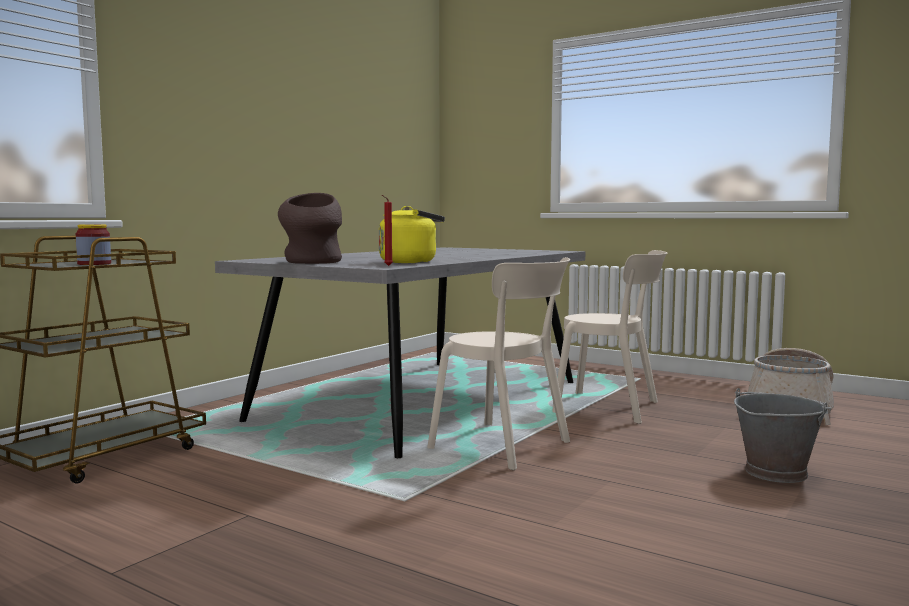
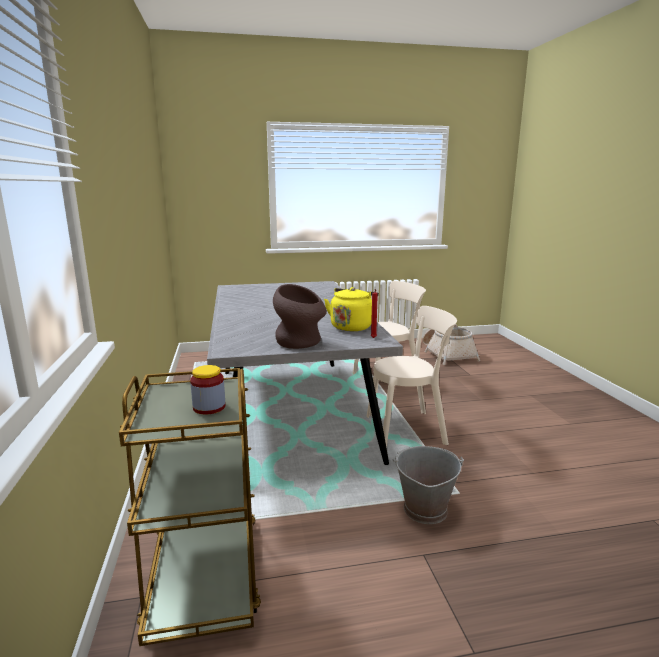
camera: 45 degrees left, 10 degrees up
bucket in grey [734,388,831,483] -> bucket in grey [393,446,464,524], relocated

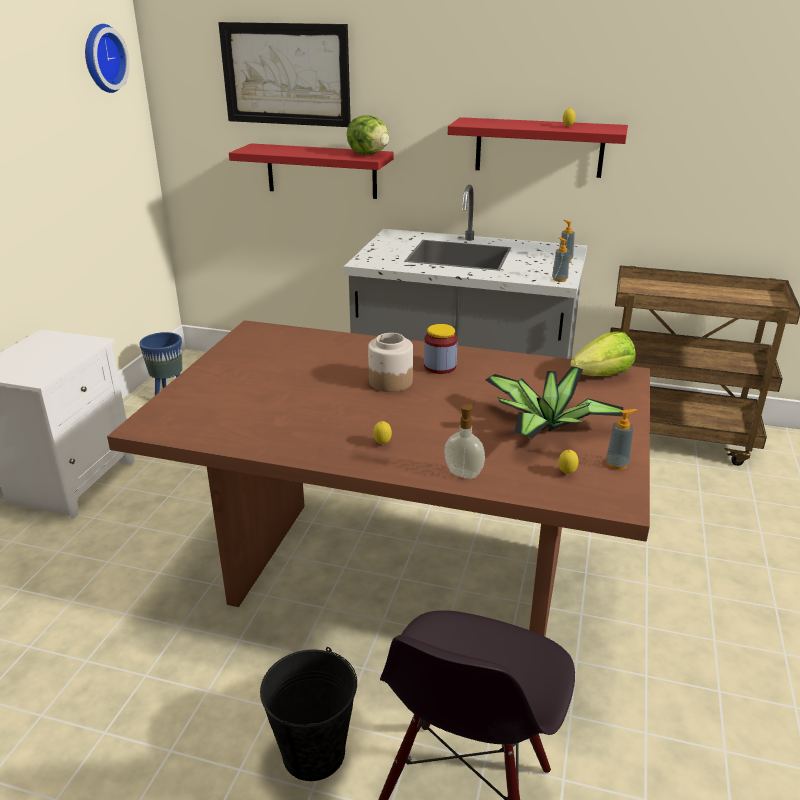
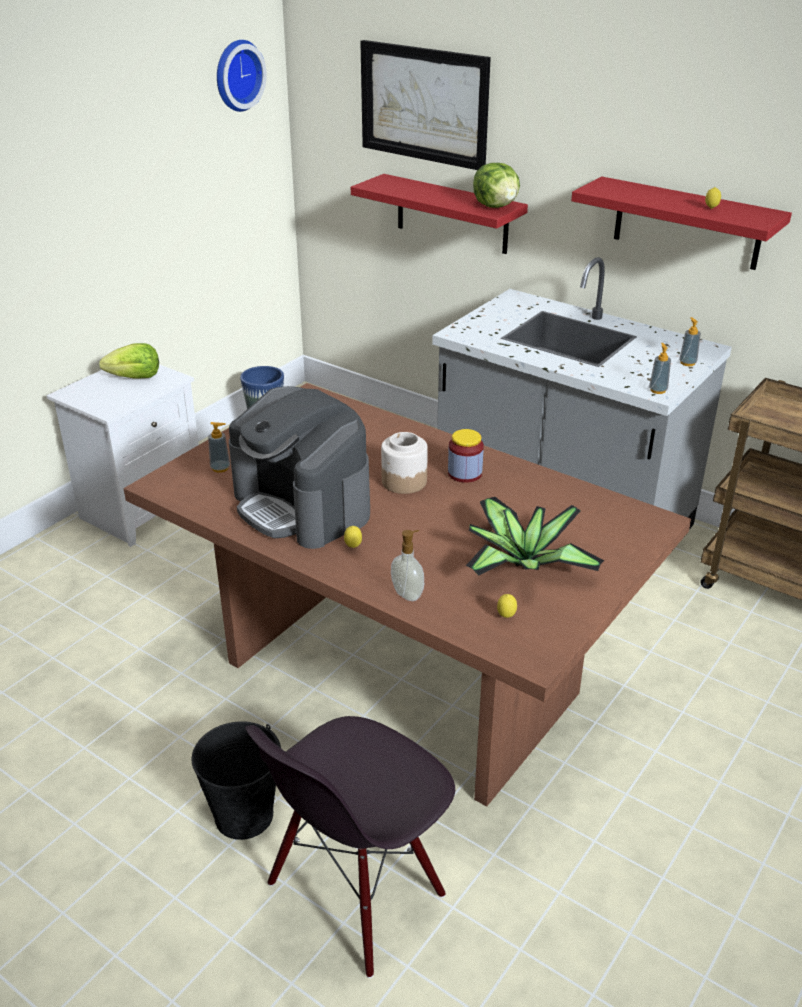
camera: 20 degrees right, 5 degrees up
lettuce [570,332,635,376] -> lettuce [99,343,159,379], relocated
soap dispenser [606,409,638,470] -> soap dispenser [208,422,230,473], relocated
none -> coffee machine [229,386,370,549]

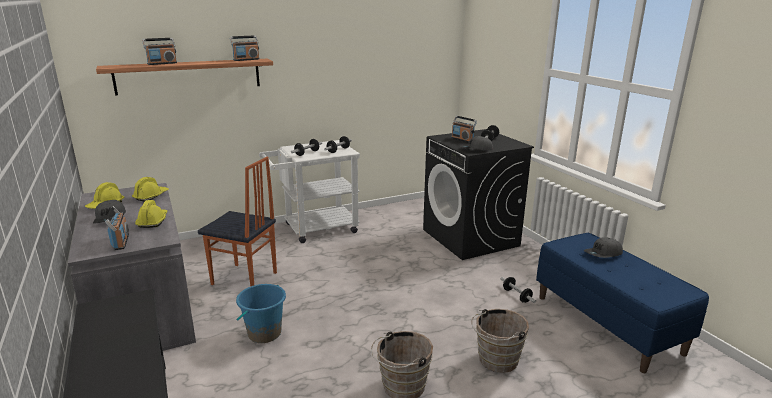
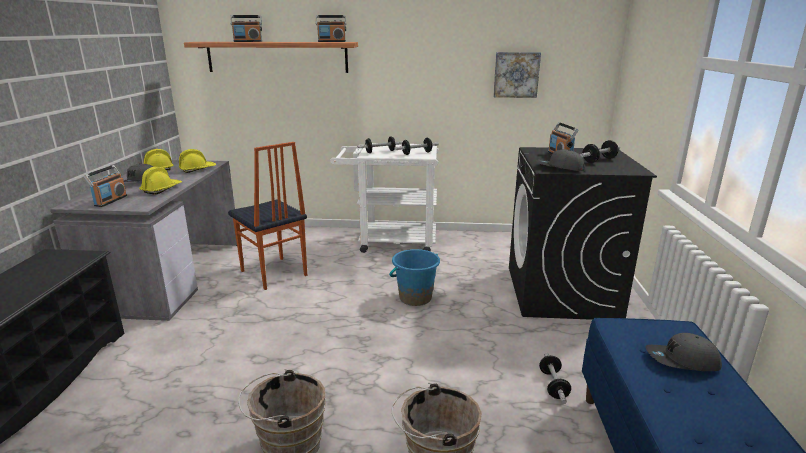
camera: 30 degrees right, 0 degrees up
bucket in blue [236,284,286,343] -> bucket in blue [389,249,440,306], relocated
none -> picture [493,52,541,98]

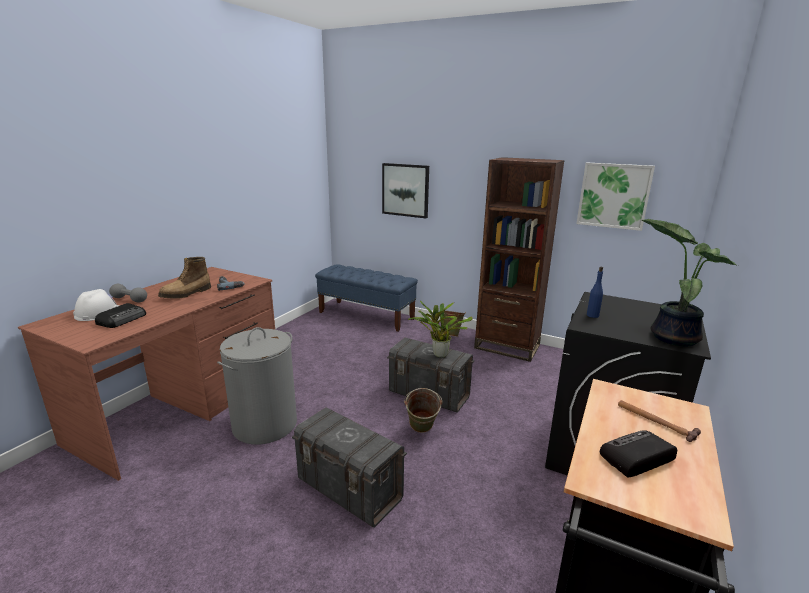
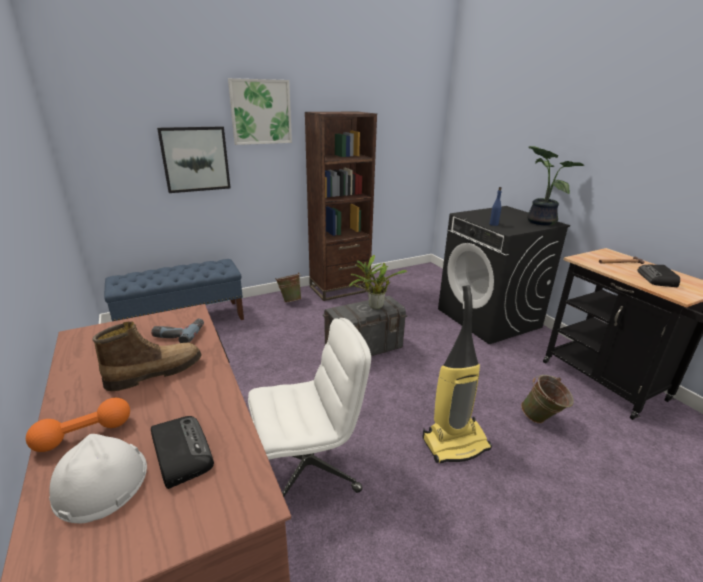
camera: 55 degrees left, 5 degrees up
dumbbell in grey [109,284,147,303] -> dumbbell in orange [26,398,130,452]
boot [158,257,211,299] -> boot [92,321,202,391], 105 degrees counterclockwise
laundry basket in grey [217,327,297,445] -> office chair in white [248,318,371,497]
storage box in grey [292,407,407,527] -> vacuum cleaner [422,285,492,463]
bucket in green [404,388,443,433] -> bucket in green [521,375,574,424], relocated
picture [576,162,655,231] -> picture [228,78,292,145], relocated

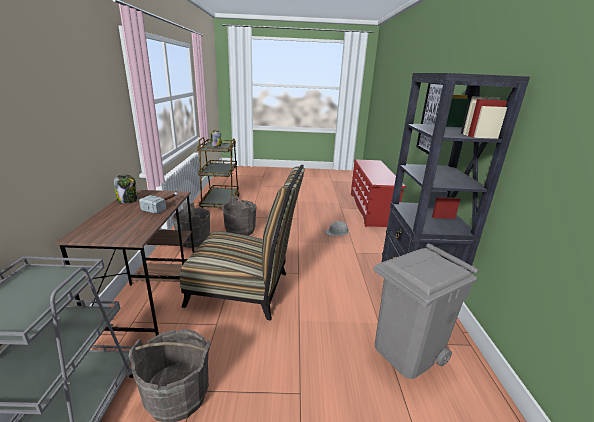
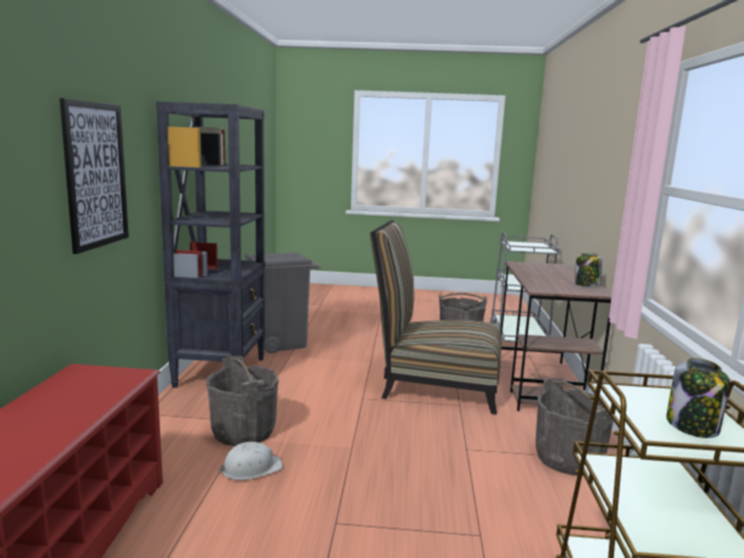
camera: 175 degrees left, 10 degrees down
hammer [139,192,178,214] -> none
bucket in grey [222,196,257,236] -> bucket in grey [206,356,279,446], relocated

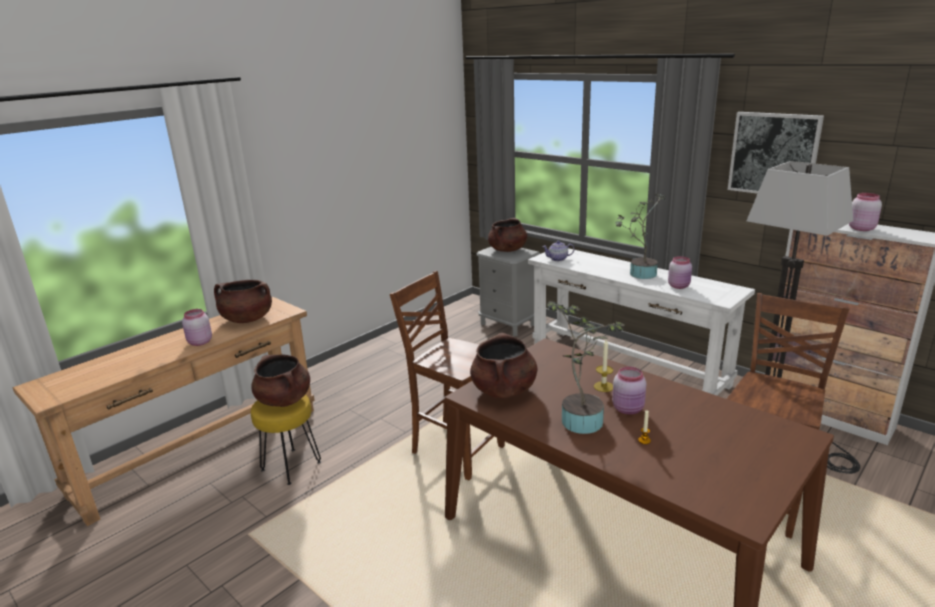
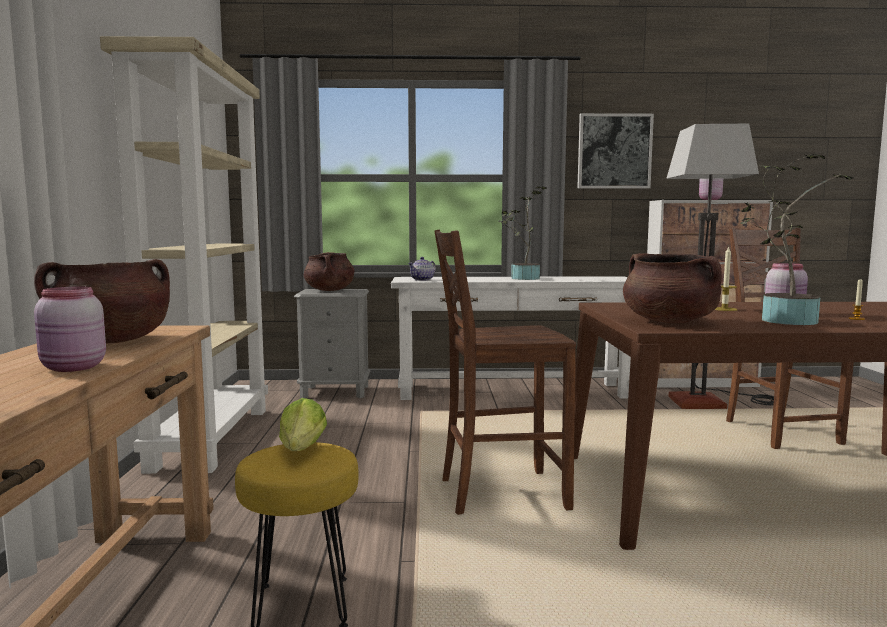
camera: 45 degrees left, 15 degrees down
cooking pot in brown [251,355,310,407] -> lettuce [279,398,327,451]
jar in pink [668,256,692,289] -> none
none -> bookcase in beige [100,36,268,474]

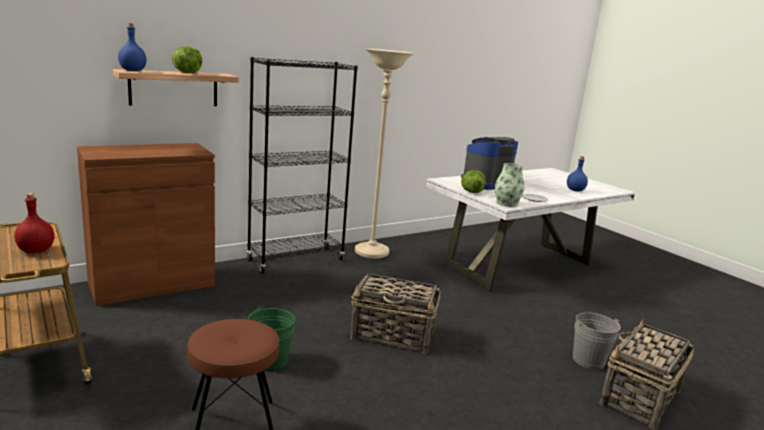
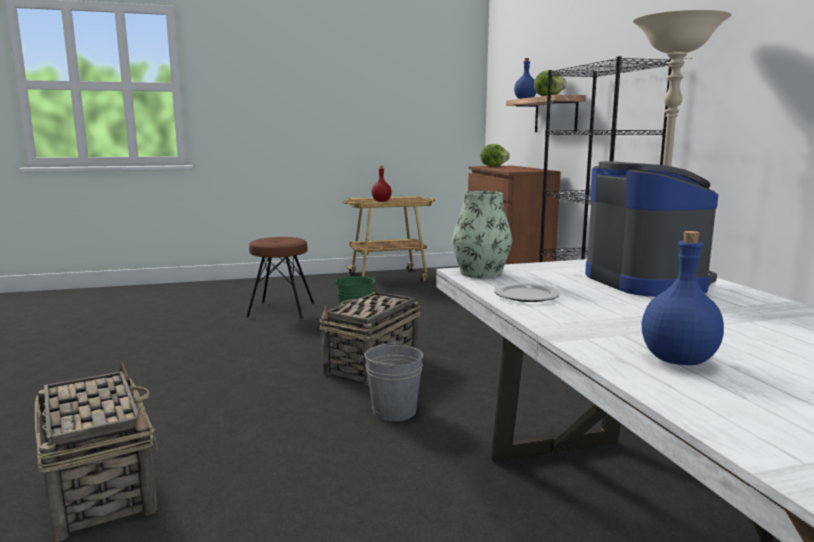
camera: 110 degrees right, 5 degrees down
lettuce [461,170,486,193] -> lettuce [481,144,510,167], relocated
bucket in grey [573,312,621,370] -> bucket in grey [364,341,423,421], relocated

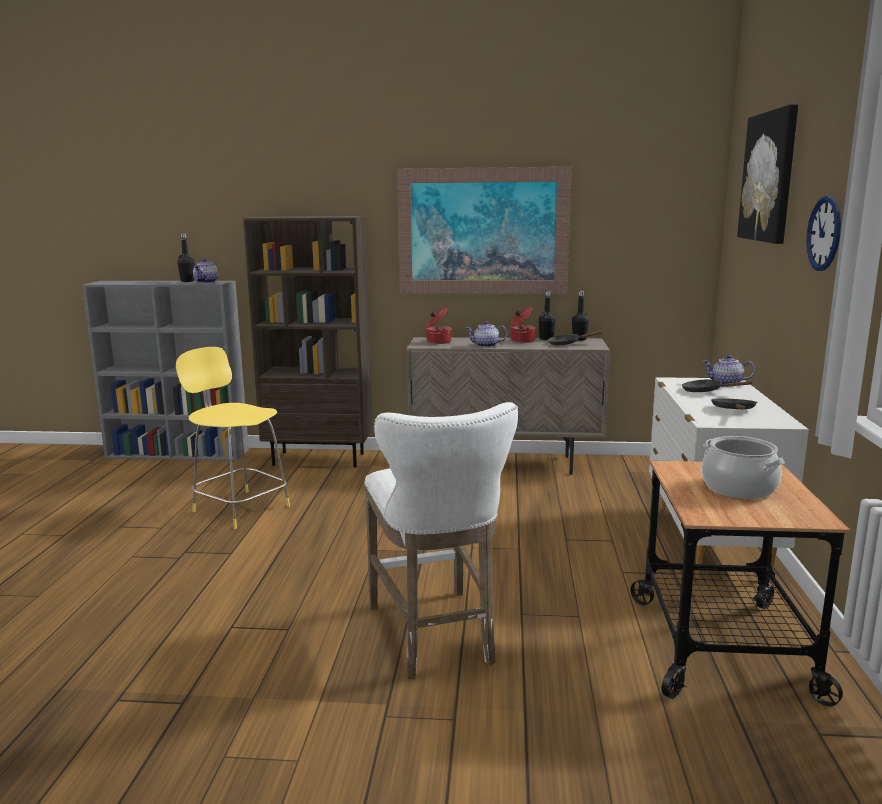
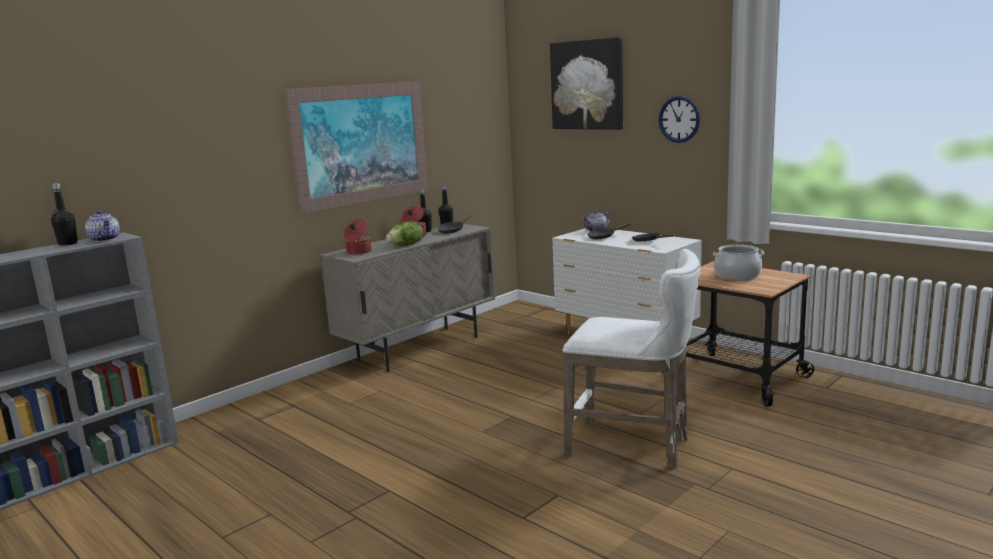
camera: 50 degrees left, 0 degrees up
stool in yellow [176,347,290,529] -> none
bookcase in brown [243,216,373,468] -> none
teapot [466,321,508,348] -> lettuce [386,222,423,246]

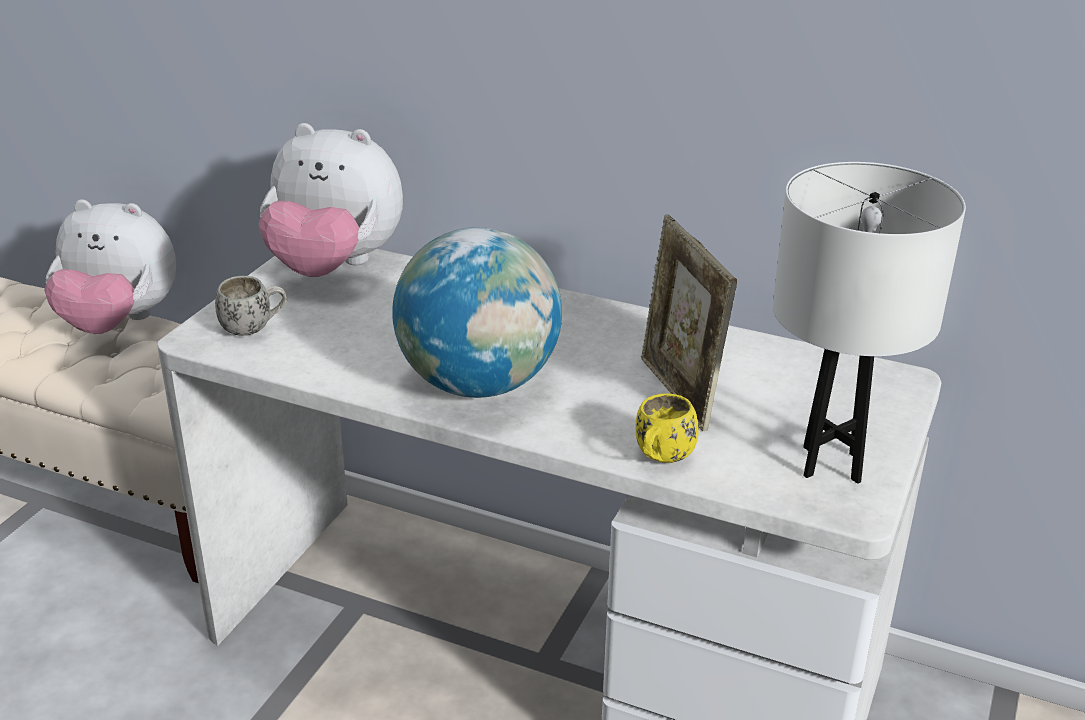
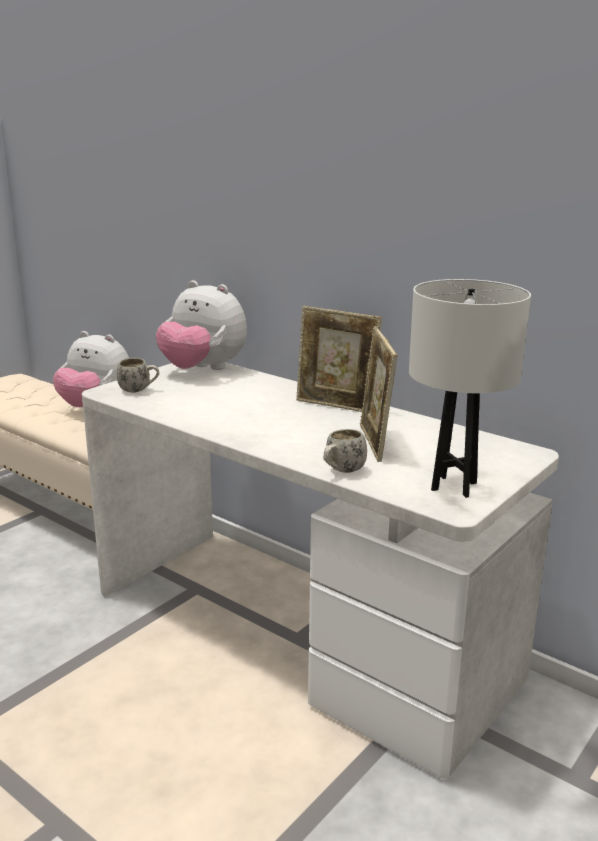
camera: 15 degrees right, 10 degrees down
globe [392,227,562,398] -> none
mug in yellow [635,393,698,463] -> mug in white [323,429,367,473]
none -> picture frame [297,306,382,412]

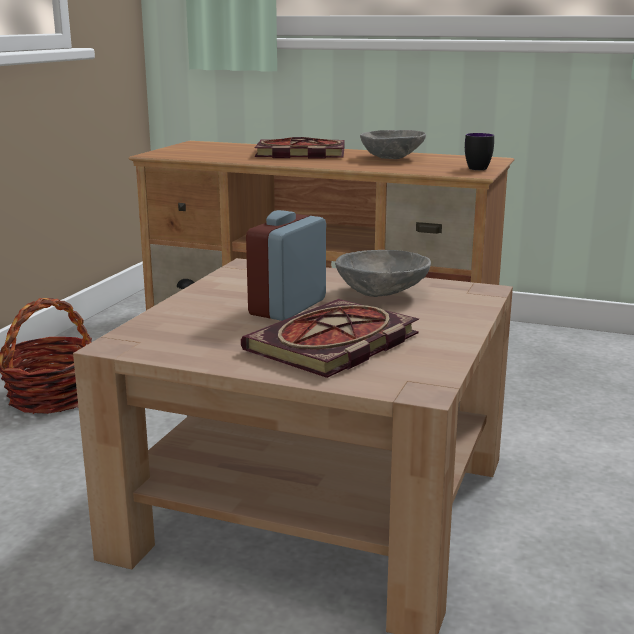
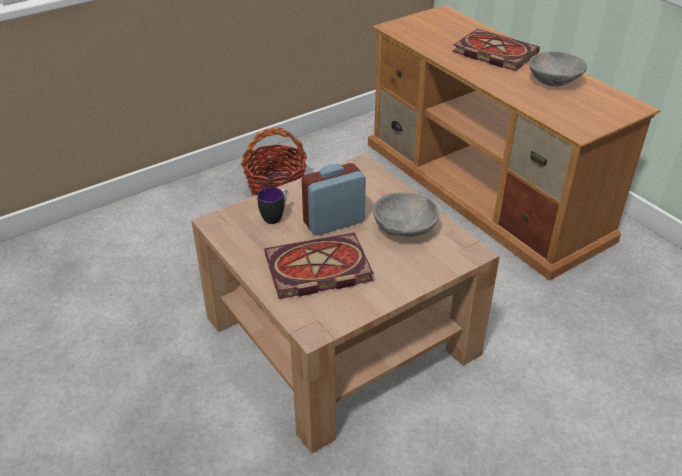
camera: 35 degrees right, 20 degrees up
mug [465,133,494,170] -> mug [258,187,288,224], relocated

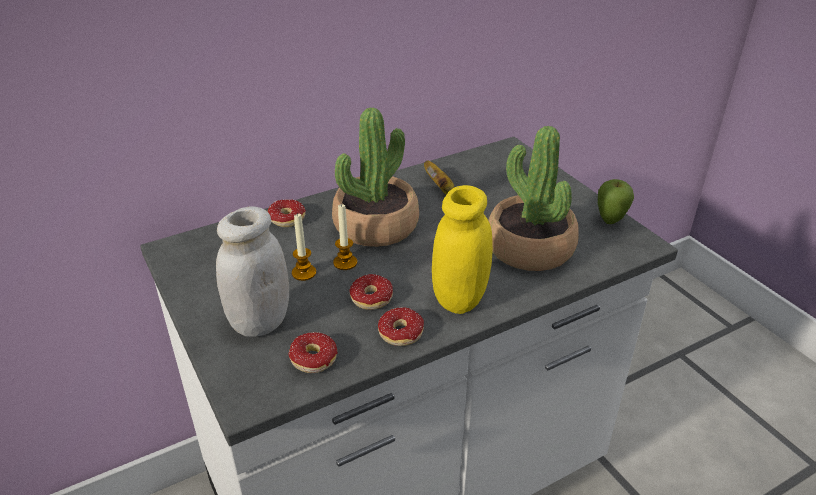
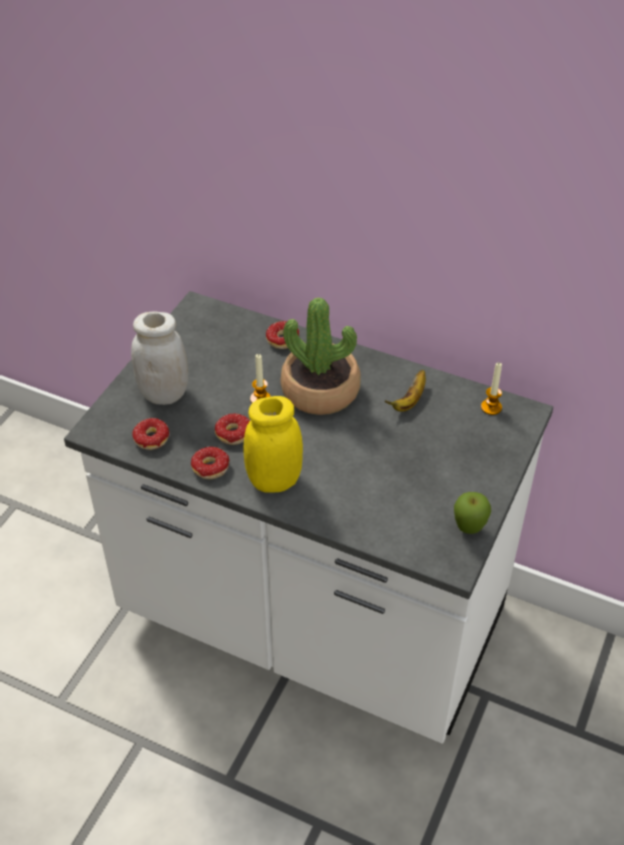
camera: 55 degrees right, 10 degrees up
candle [292,213,316,281] -> candle [481,363,502,415], relocated
potted plant [488,126,579,271] -> none

